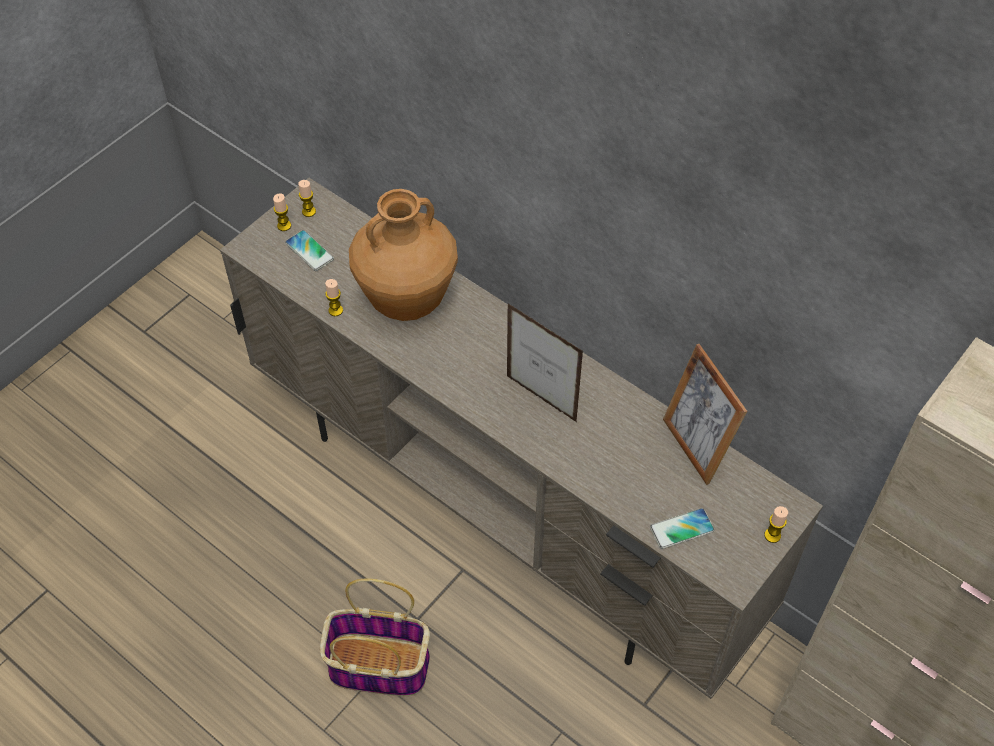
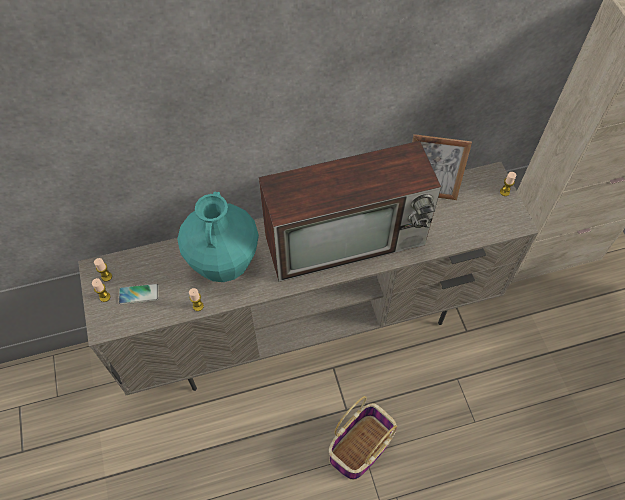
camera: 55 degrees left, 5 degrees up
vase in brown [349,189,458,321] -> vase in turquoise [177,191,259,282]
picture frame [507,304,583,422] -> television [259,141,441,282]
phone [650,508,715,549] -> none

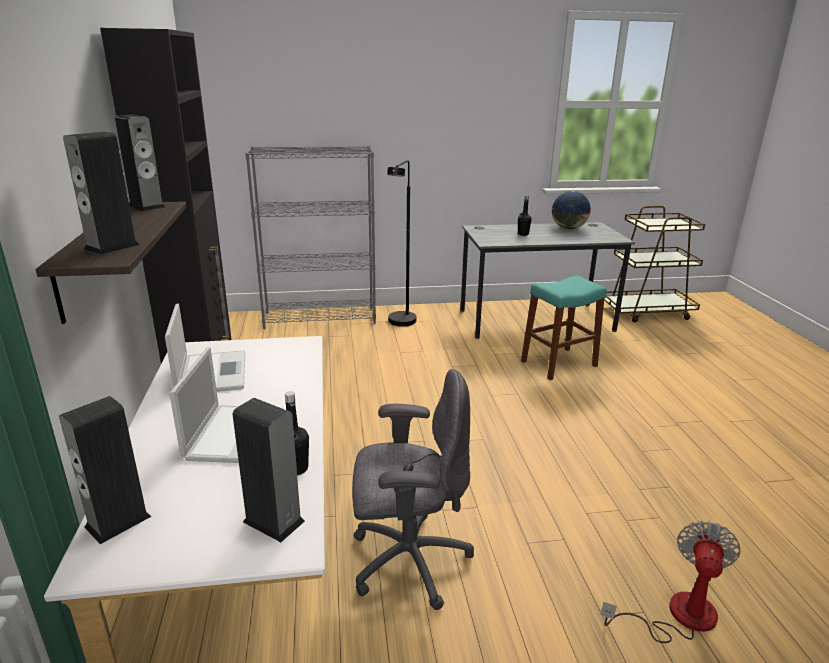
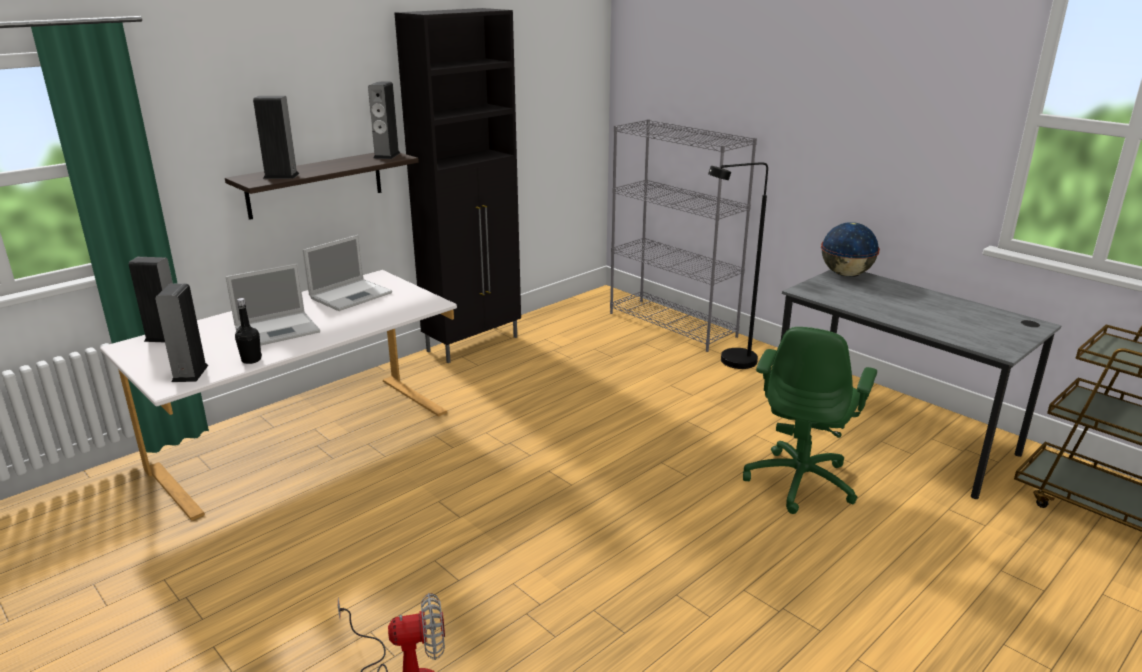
camera: 55 degrees right, 0 degrees up
office chair in grey [352,369,474,610] -> none
bottle in black [518,195,532,236] -> none
stool in turquoise [521,276,607,380] -> office chair in green [743,327,877,514]
globe [551,191,591,229] -> globe [821,222,880,276], relocated

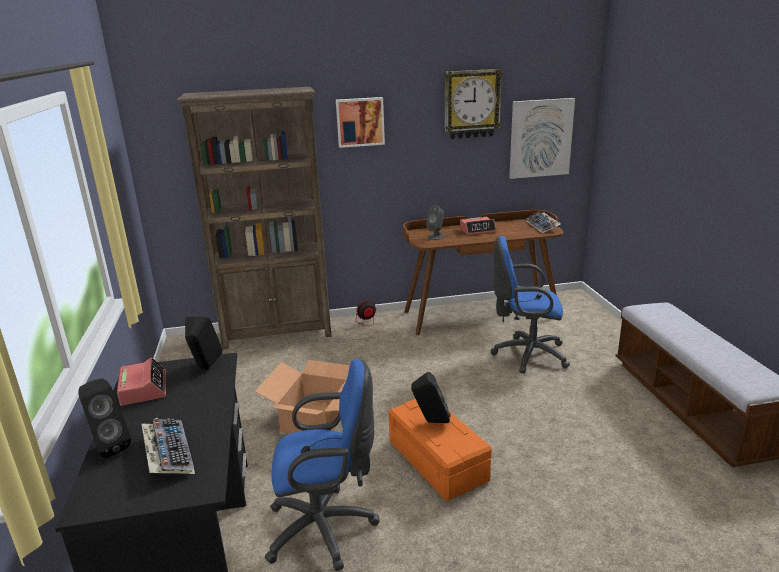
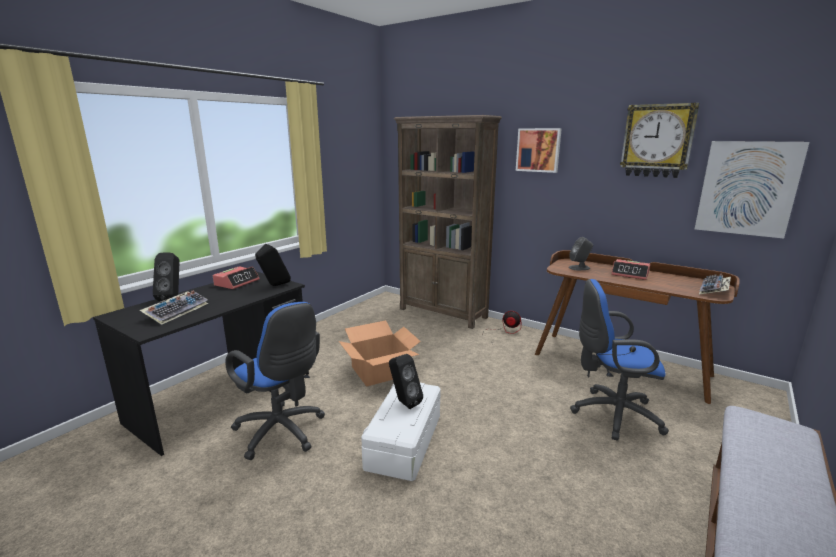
camera: 45 degrees right, 5 degrees down
storage box in orange [389,399,492,501] -> storage box in white [361,383,441,481]
office chair in blue [491,236,570,374] -> office chair in blue [570,279,669,441], 45 degrees counterclockwise

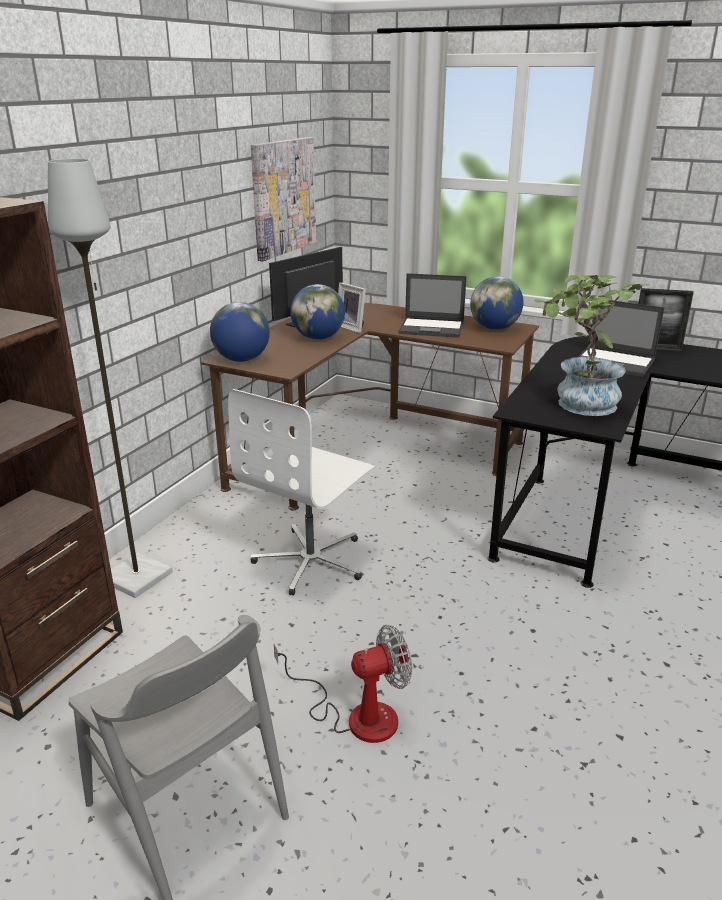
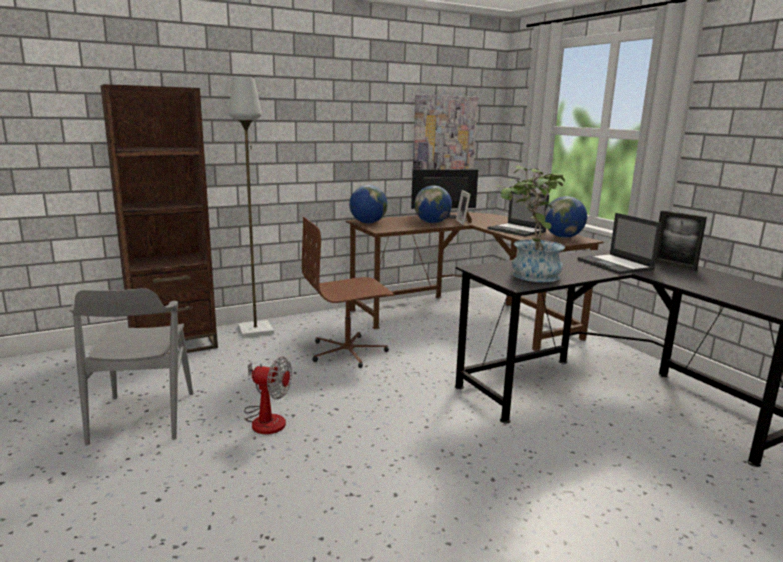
camera: 35 degrees right, 10 degrees down
office chair in white [228,389,374,596] -> office chair in brown [302,217,394,368]

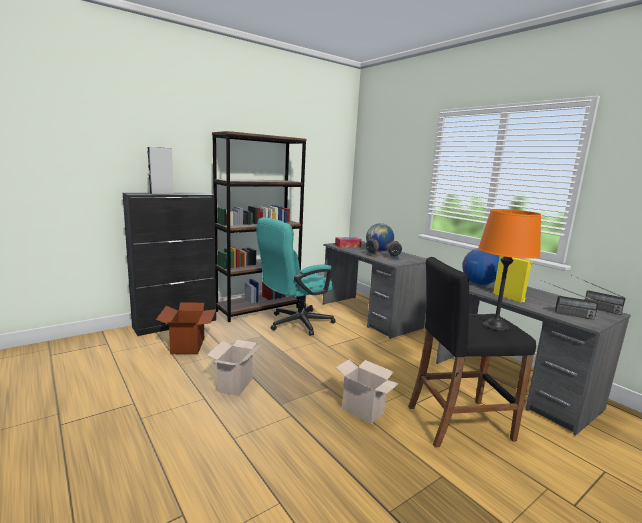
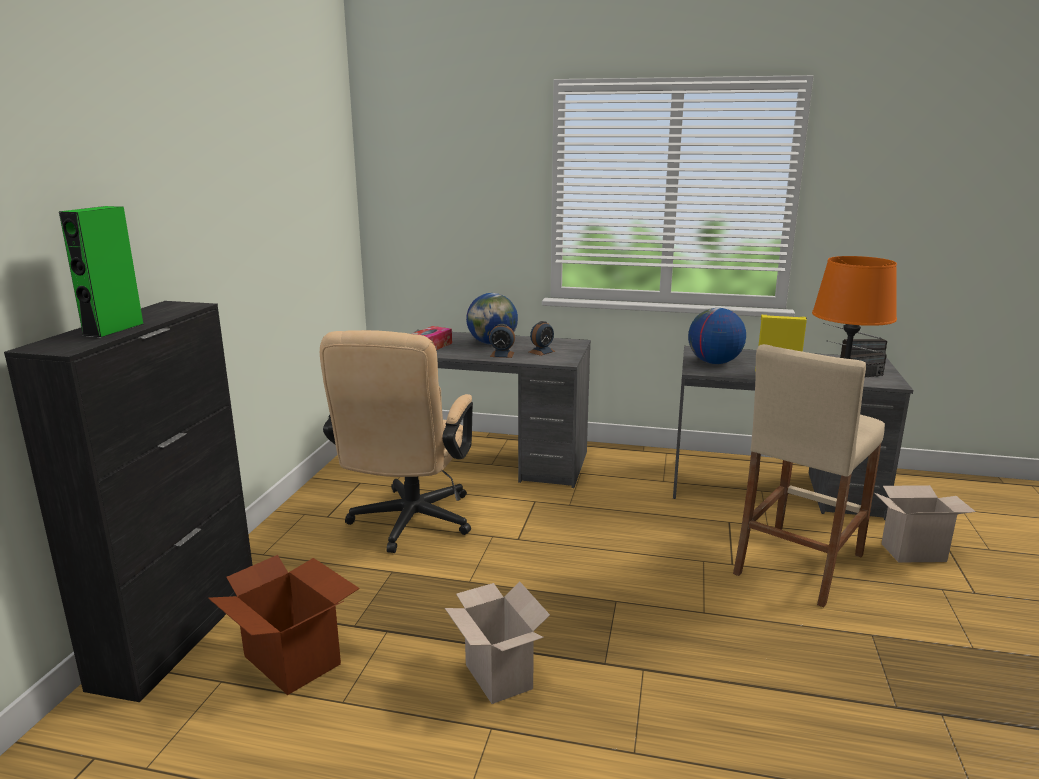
camera: 40 degrees left, 5 degrees up
speaker in grey [148,147,174,194] -> speaker in green [59,206,144,338]
bookcase in brown [212,131,307,322] -> none
office chair in turquoise [256,217,336,336] -> office chair in beige [320,330,473,553]
cardboard box [336,359,399,424] -> cardboard box [875,485,976,563], relocated
stool in black [408,257,536,448] -> stool in beige [733,344,885,607]

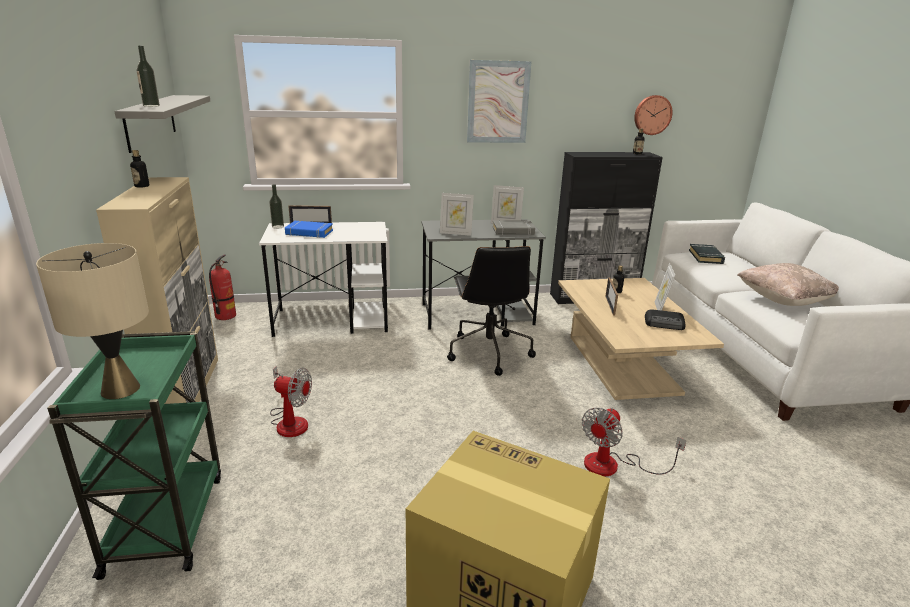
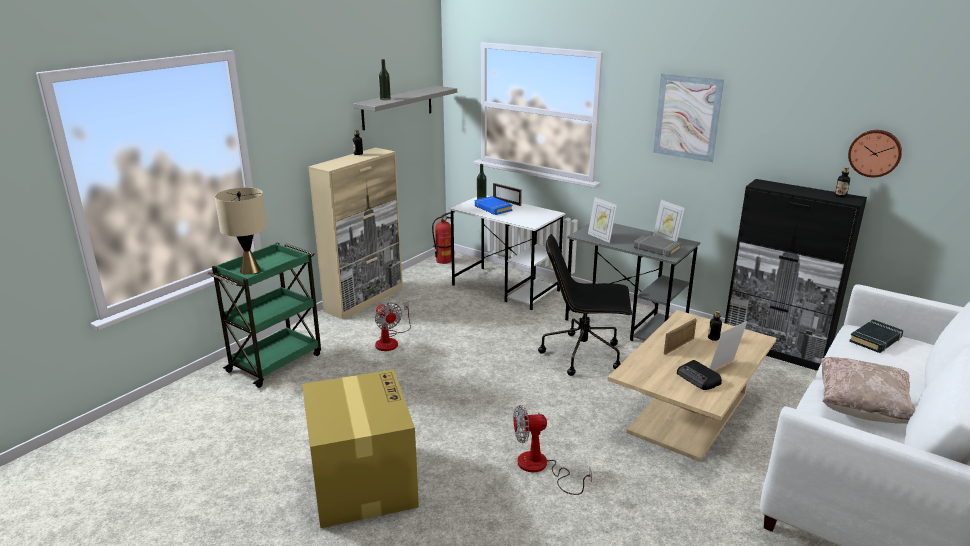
camera: 45 degrees right, 0 degrees up
office chair in black [447,246,536,376] -> office chair in black [538,234,632,376], 60 degrees clockwise

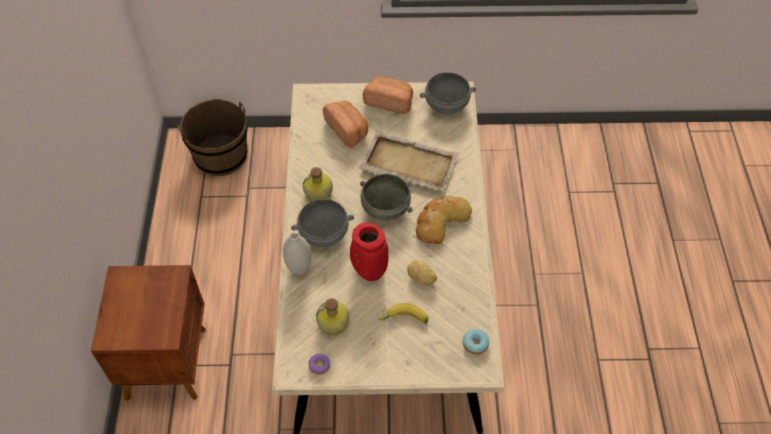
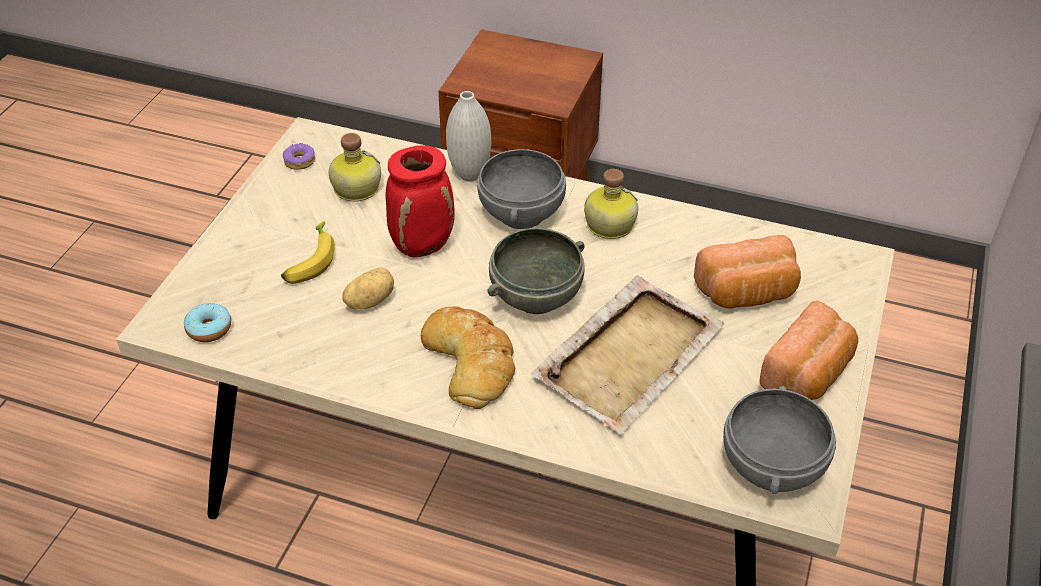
camera: 110 degrees right, 10 degrees down
bucket in brown [177,99,248,176] -> none

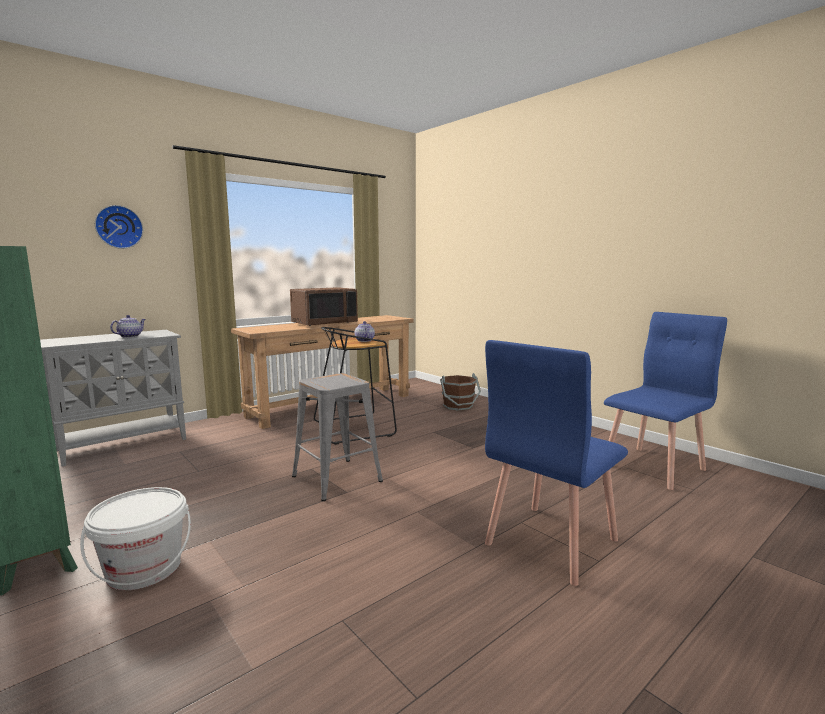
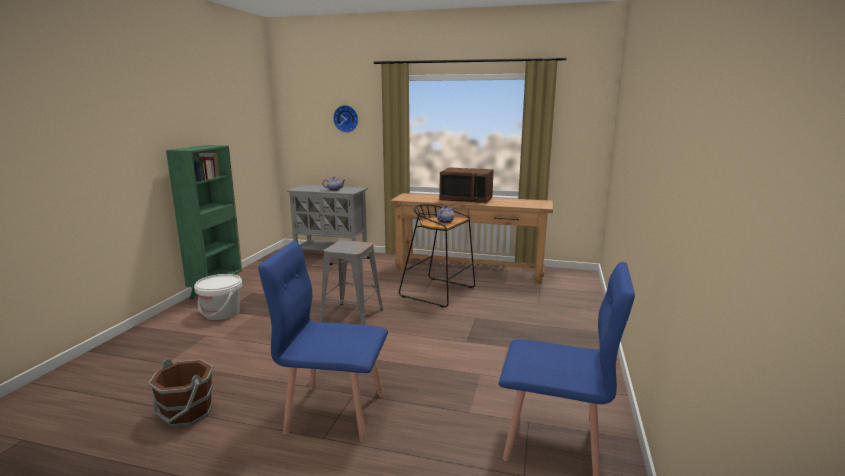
camera: 55 degrees right, 5 degrees up
bucket in brown [440,373,481,411] -> bucket in brown [148,359,213,427], relocated

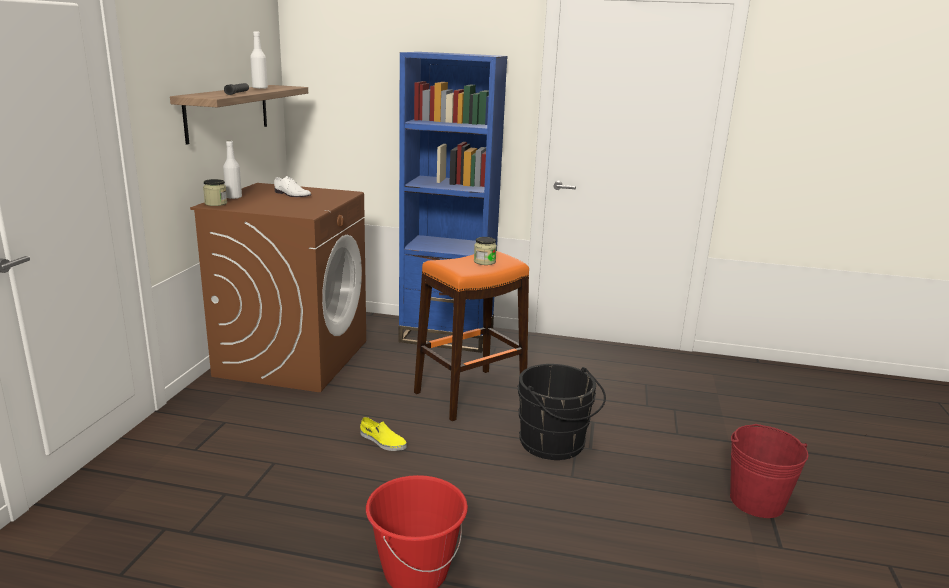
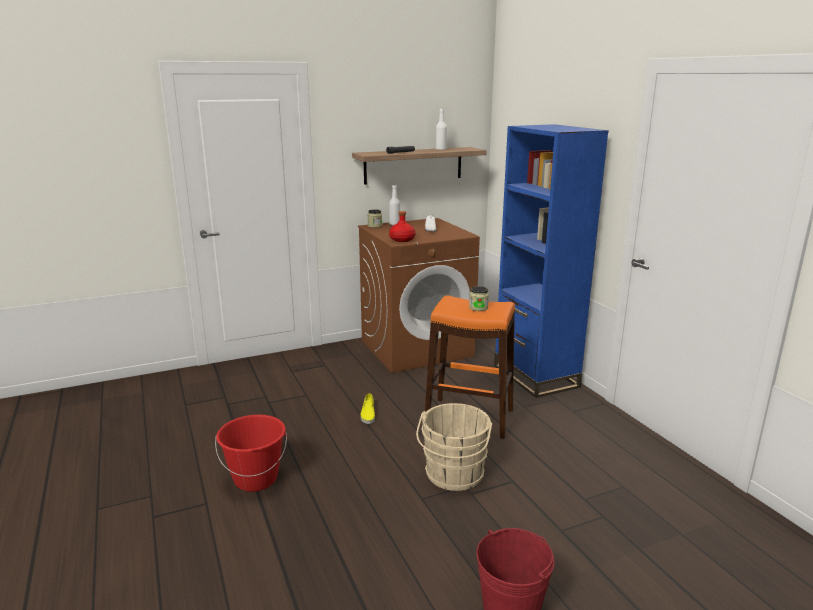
camera: 55 degrees right, 0 degrees up
bucket in black [517,364,606,460] -> bucket in beige [416,403,492,491]
none -> bottle in red [389,211,416,242]

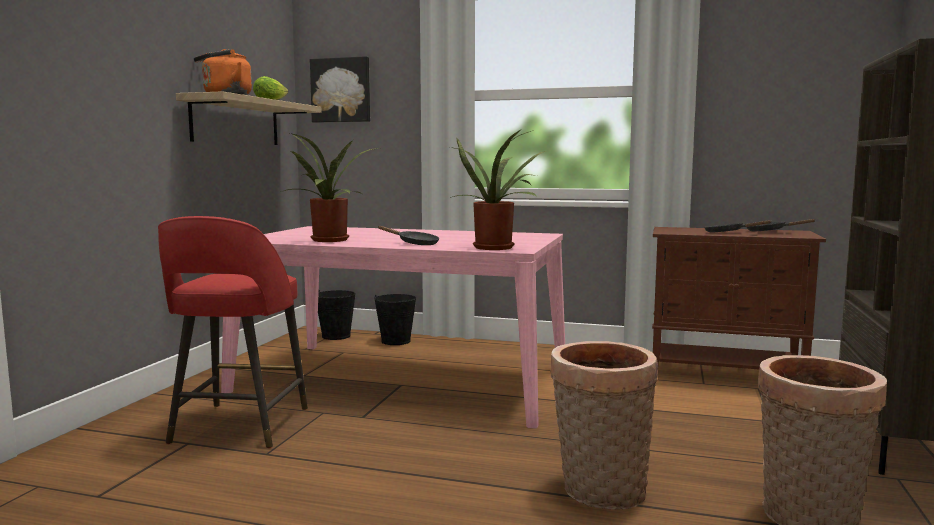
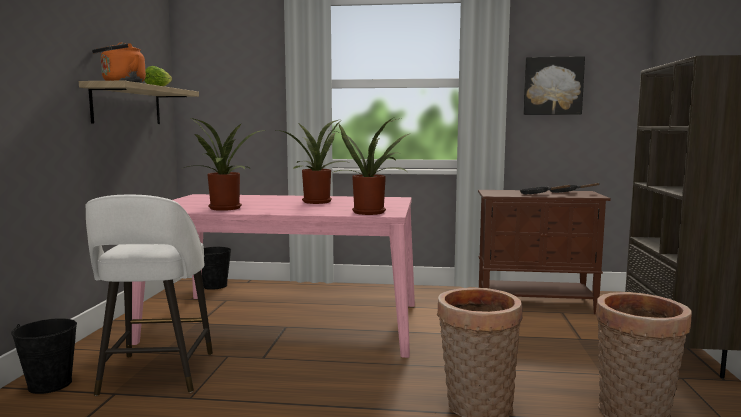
camera: 10 degrees left, 0 degrees up
stool in red [158,216,308,448] -> stool in white [85,195,213,396]
picture [310,56,370,123] -> picture [523,56,585,115], relocated
bucket in black [374,294,416,345] -> bucket in black [11,318,77,394], relocated
frying pan in black [378,226,439,245] -> none
none -> potted plant [276,119,350,204]

